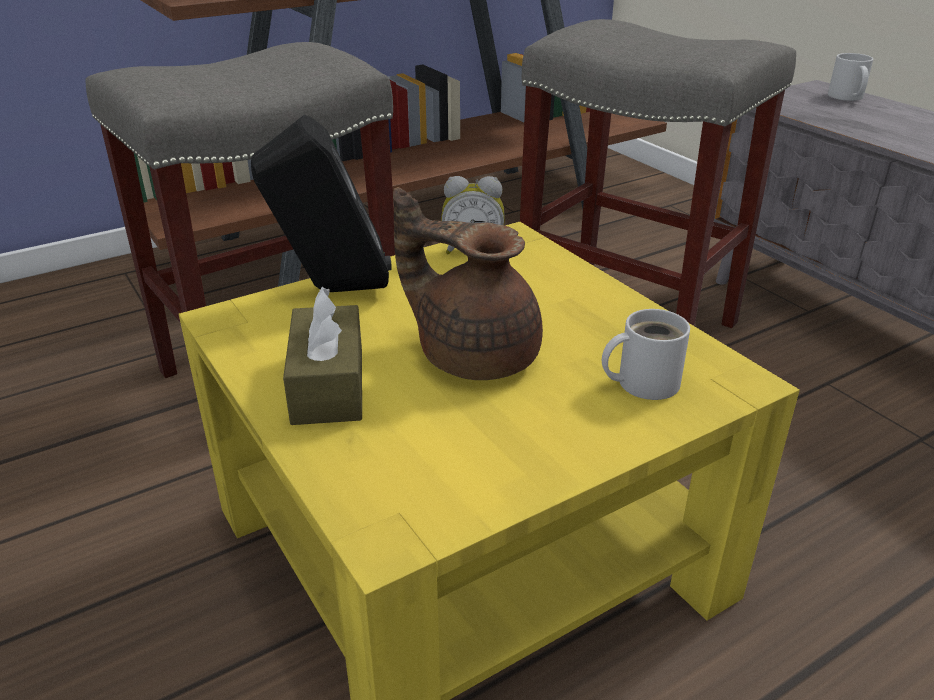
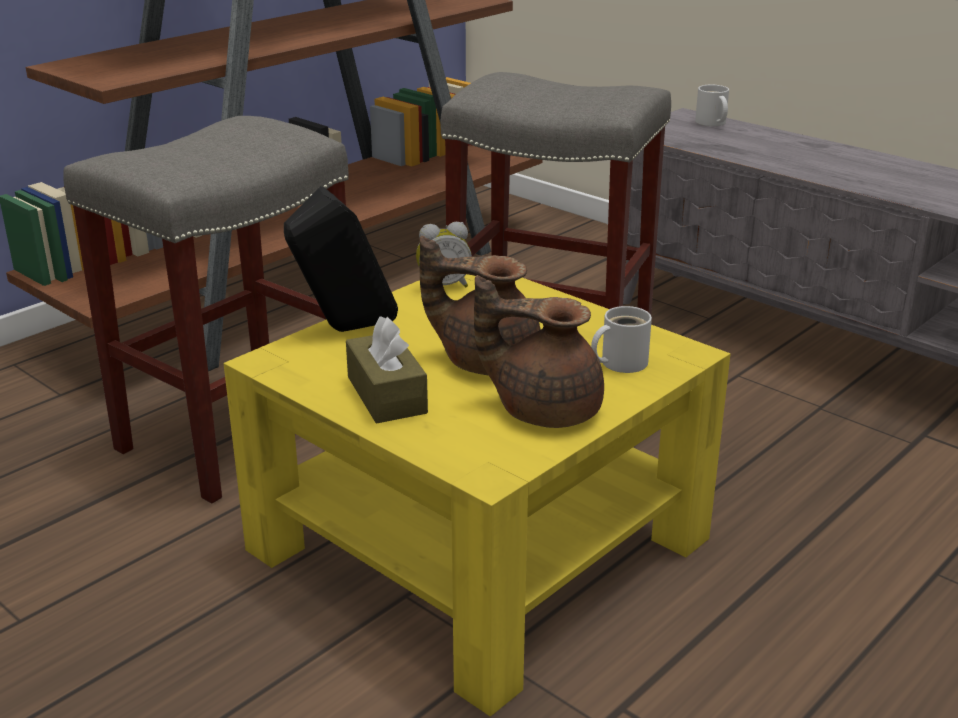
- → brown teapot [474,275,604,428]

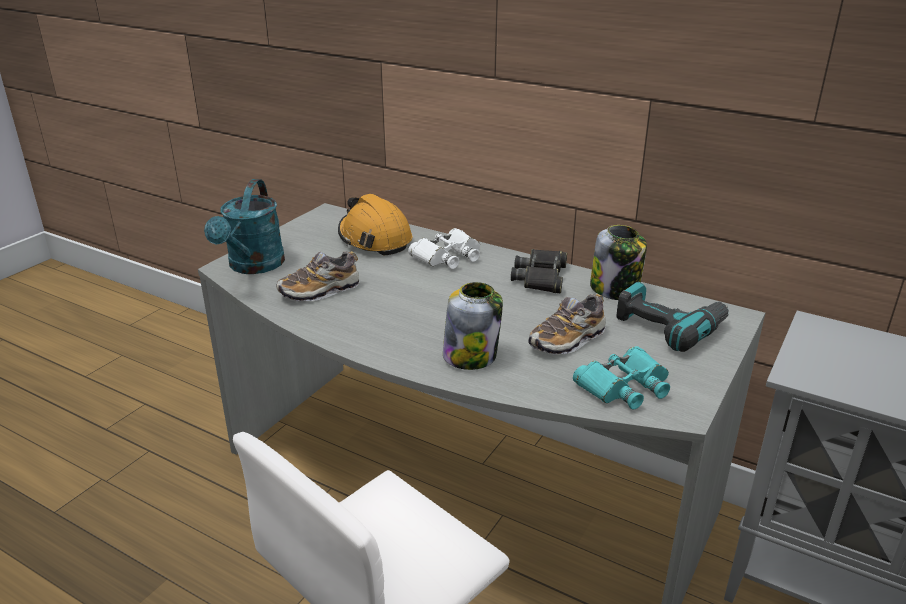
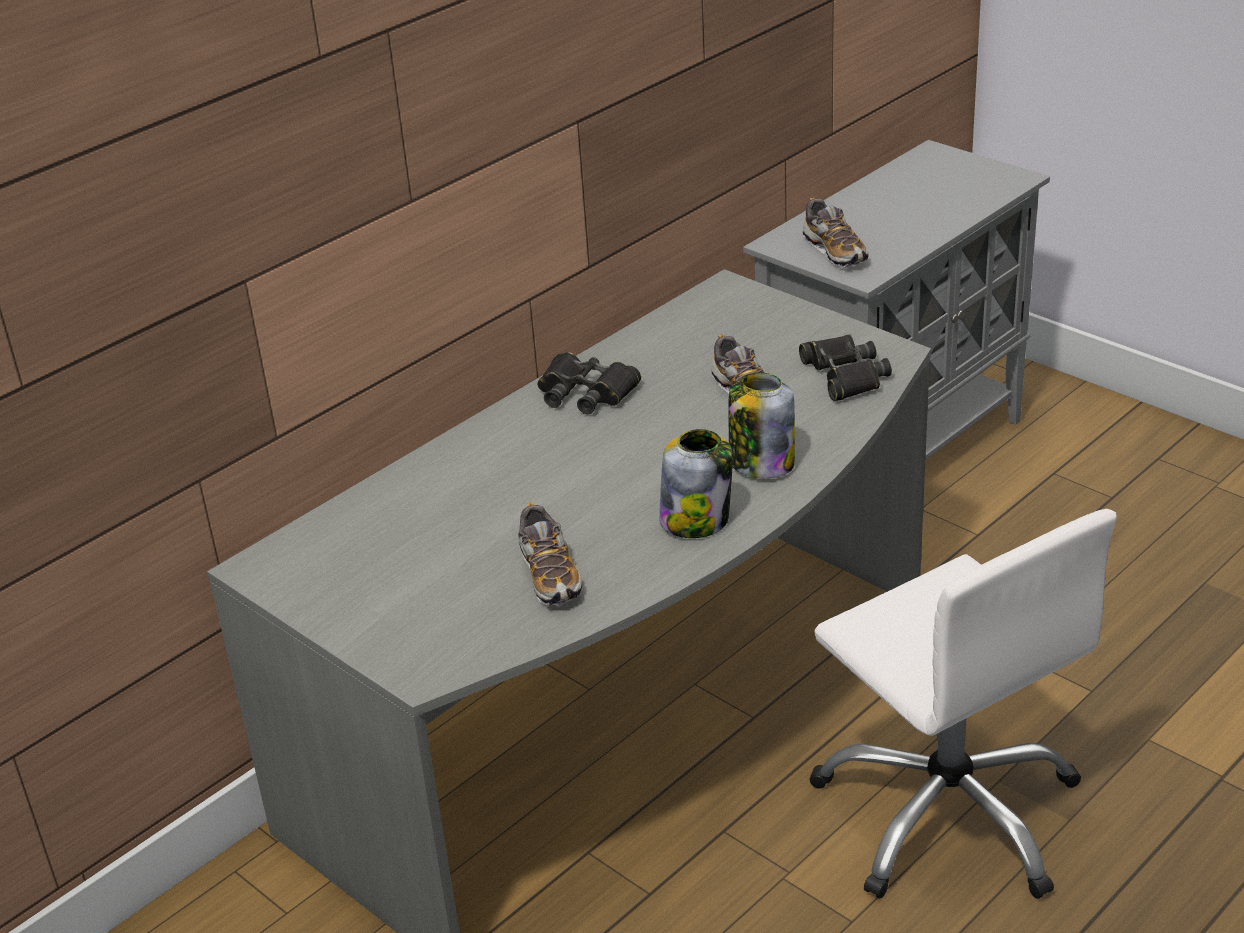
jar [590,225,647,300] → jar [659,429,733,538], shifted
turquoise binoculars [573,346,670,410] → black binoculars [799,334,892,401]
- → shoe [803,198,869,268]
turquoise watering can [204,179,285,274] → -
orange hard hat [338,194,412,256] → -
white binoculars [408,228,480,269] → -
power drill [617,282,729,352] → -

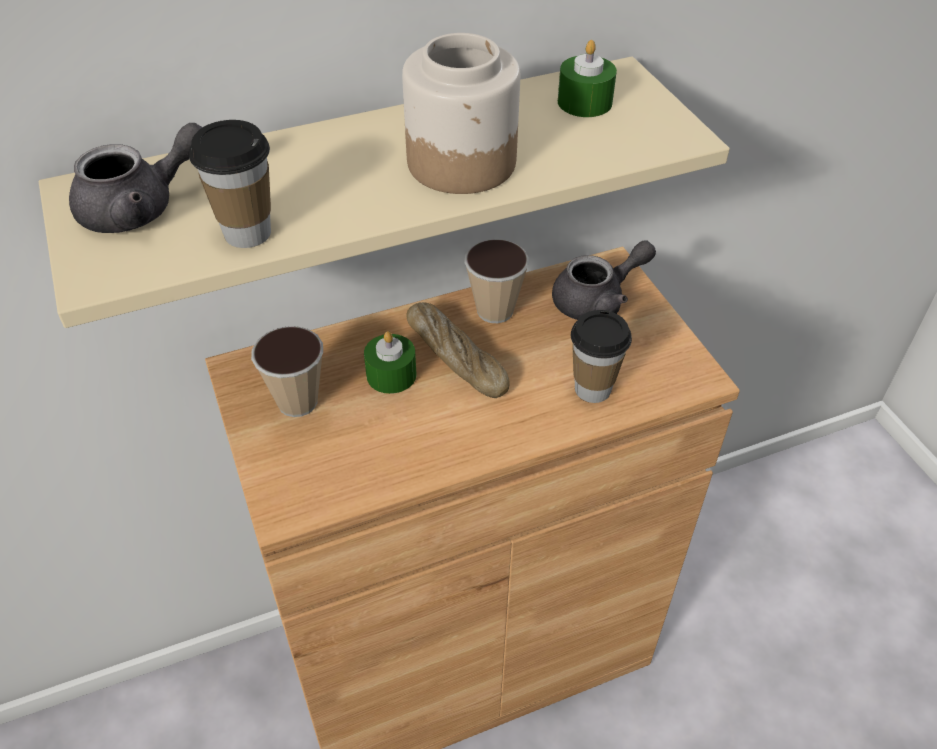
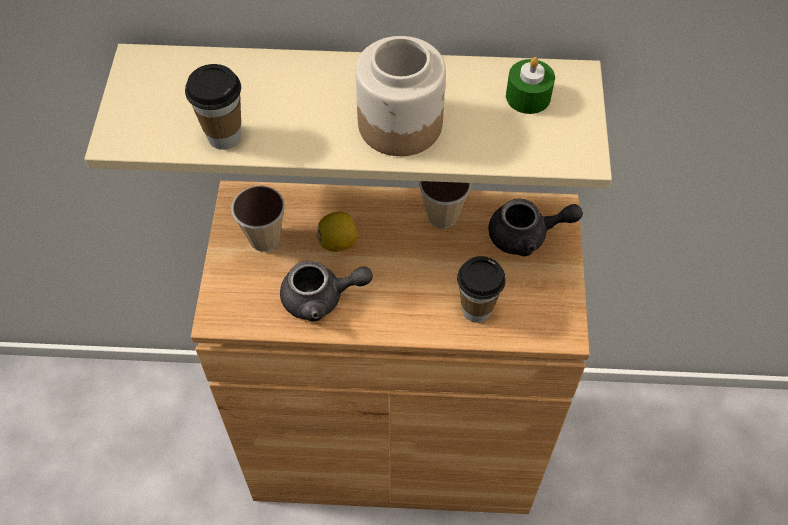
grey teapot [69,123,202,233] → grey teapot [280,261,373,322], shifted
green candle [364,331,416,394] → lemon [317,211,357,252]
bread [406,302,510,398] → -

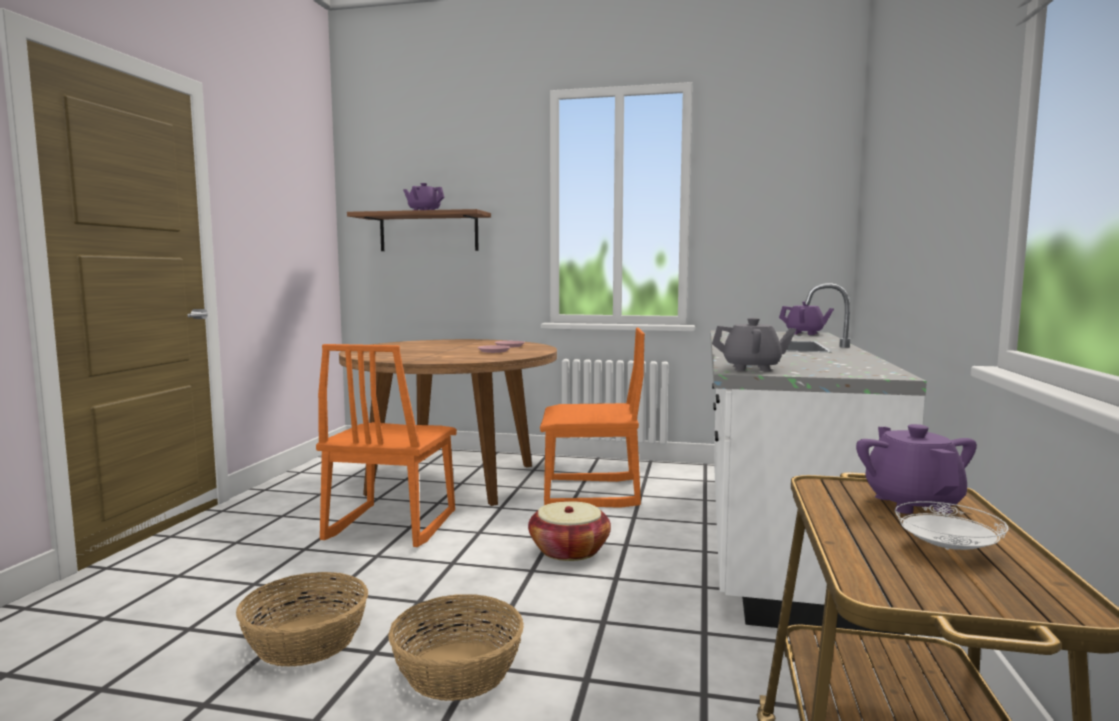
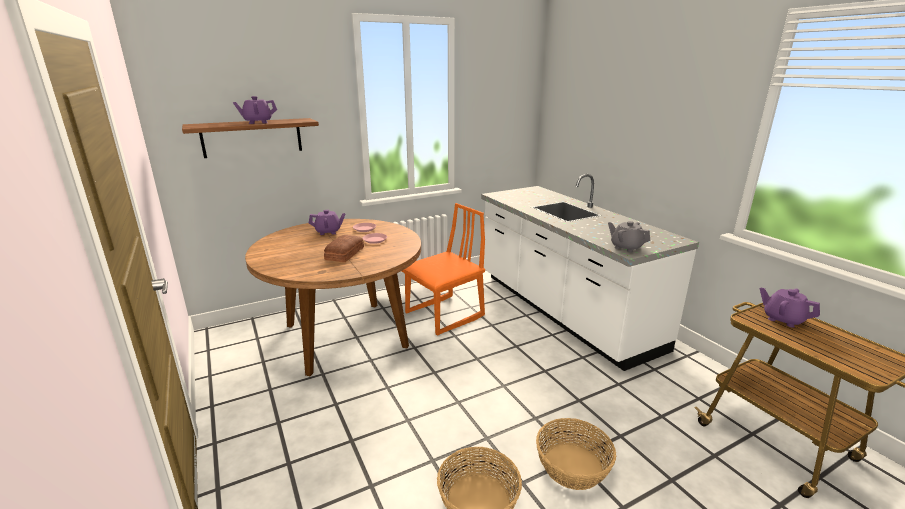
purple teapot [779,301,834,335] → purple teapot [309,210,346,235], shifted
- → bread [324,235,364,262]
grey teapot [712,318,796,371] → grey teapot [608,221,650,252], 105 degrees counterclockwise
orange chair [316,344,457,547] → -
basket [528,501,611,561] → -
white plate [895,501,1009,550] → -

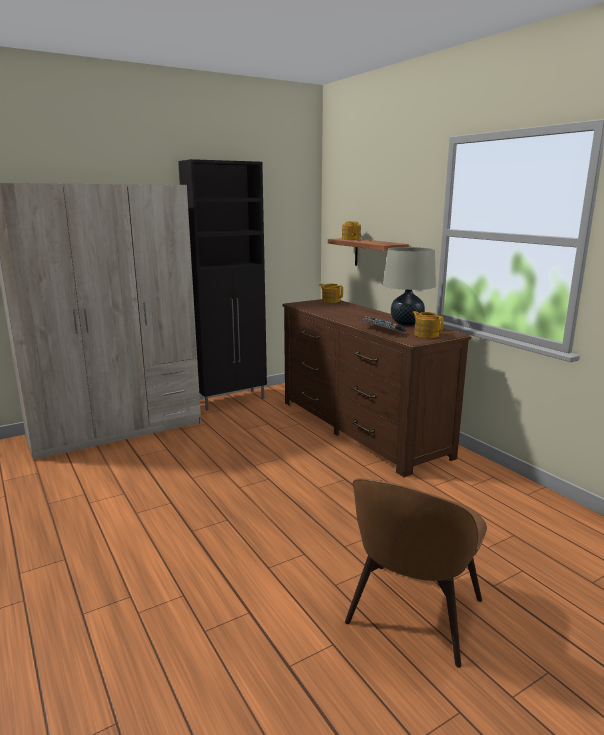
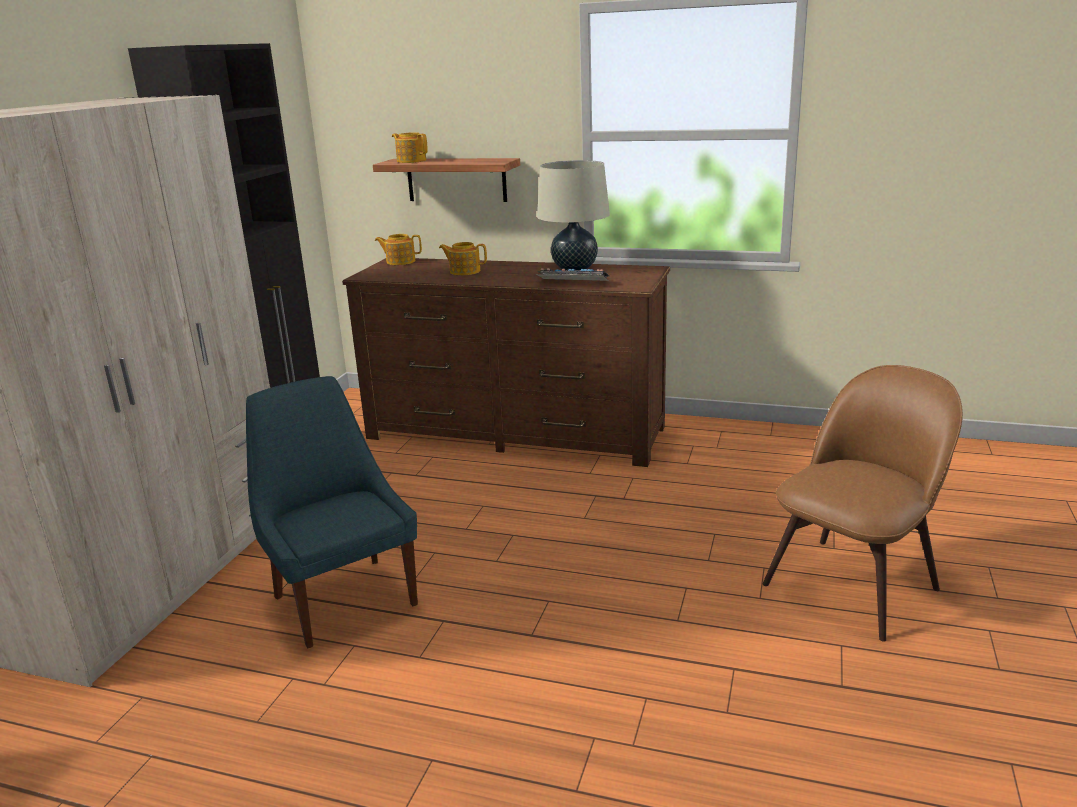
- → blue chair [246,376,418,649]
teapot [412,311,444,338] → teapot [439,242,487,275], shifted
brown chair [345,478,487,668] → brown chair [762,365,963,642], 120 degrees counterclockwise

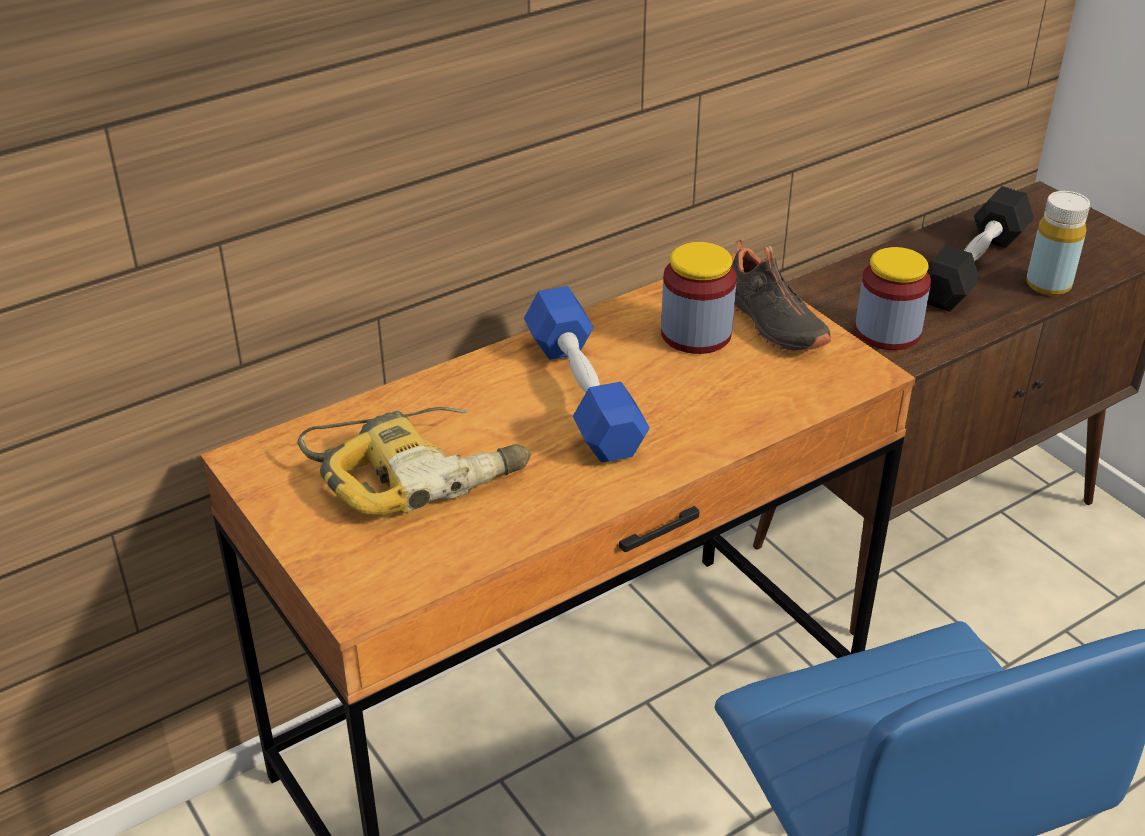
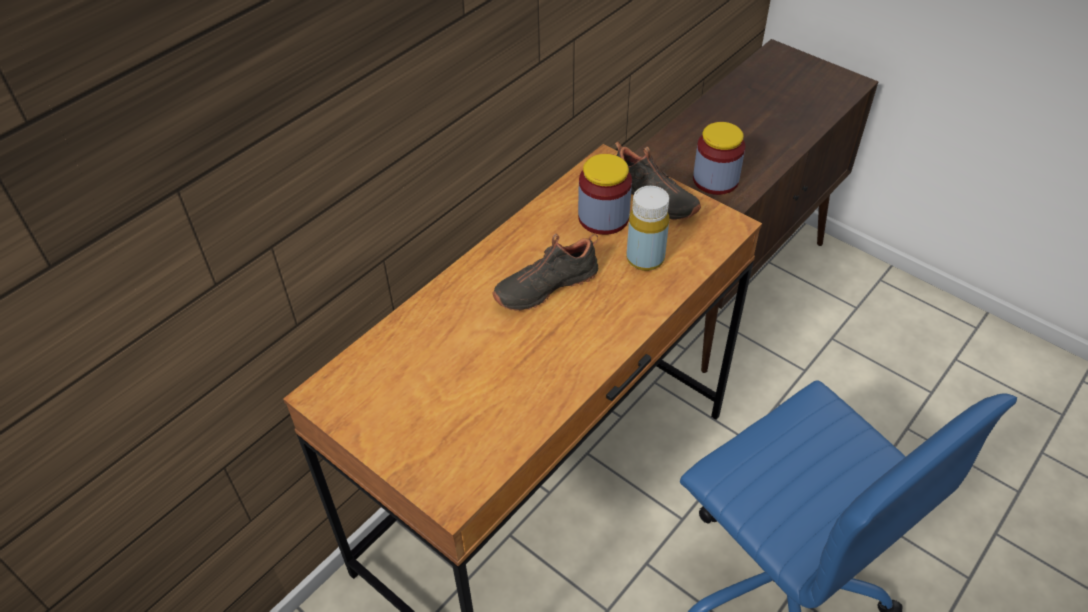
blue dumbbell [524,286,650,463] → black shoe [492,233,598,311]
yellow bottle [1026,191,1090,296] → yellow bottle [627,186,669,271], shifted
power drill [297,407,531,516] → -
black dumbbell [927,186,1034,312] → -

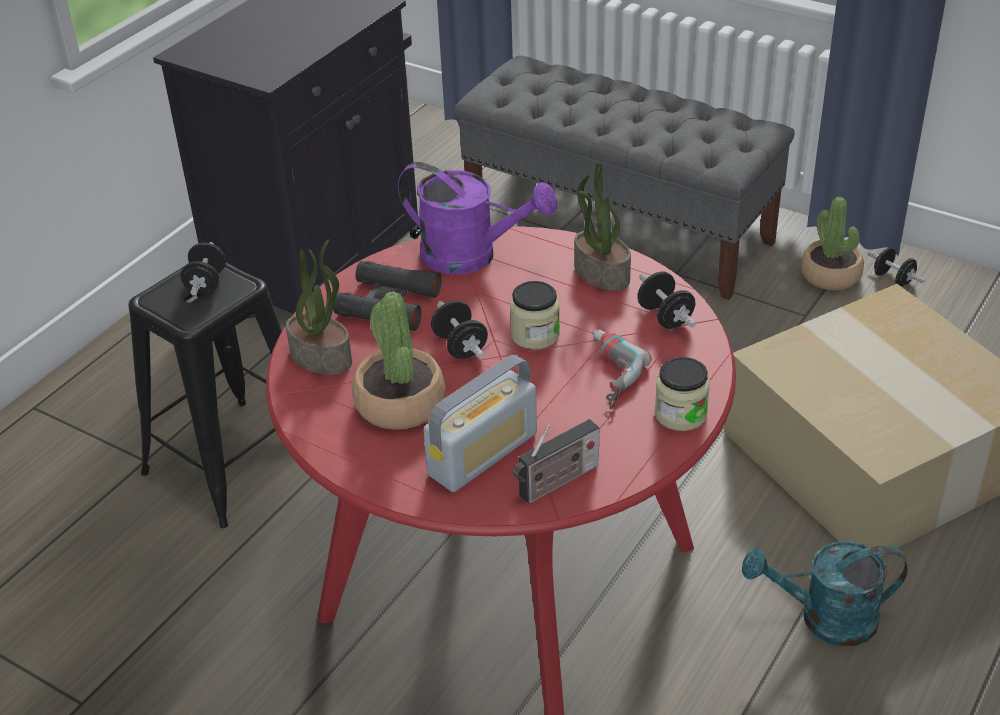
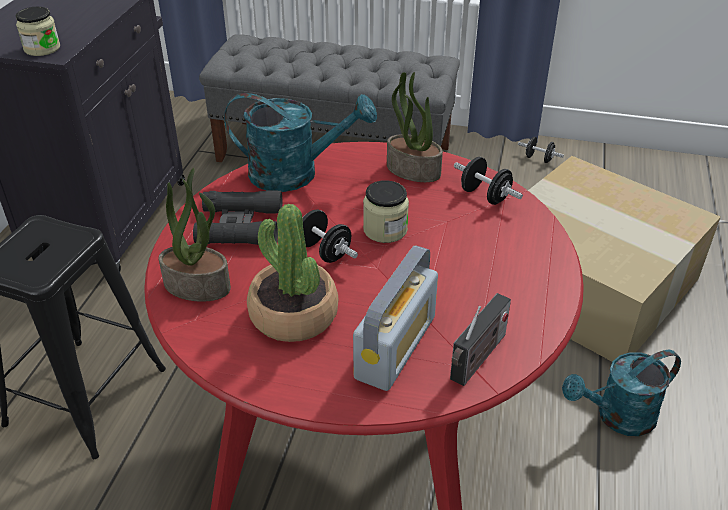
jar [655,357,710,431] → jar [16,7,60,56], shifted
purple watering can [398,162,557,274] → turquoise watering can [224,93,377,192]
black dumbbell [180,242,226,296] → -
power drill [592,329,651,409] → -
potted plant [801,197,864,290] → -

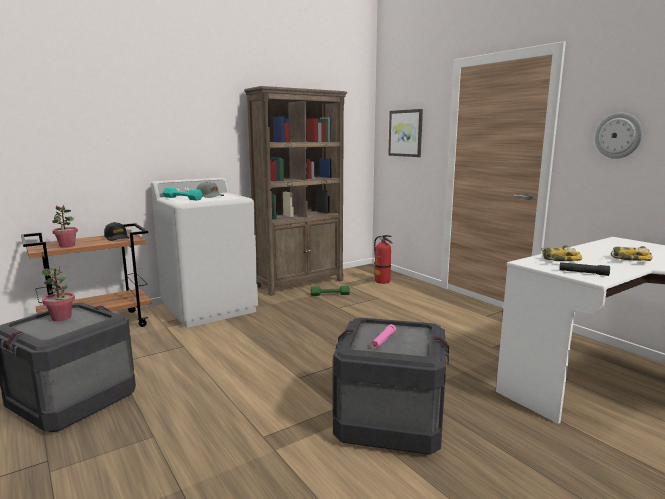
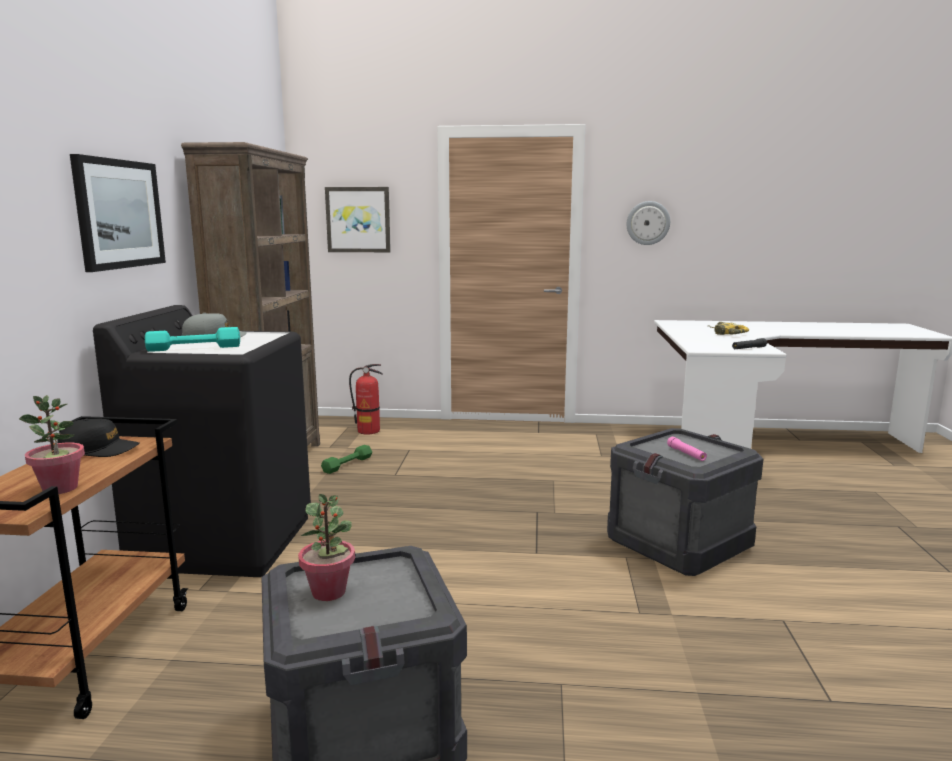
- → picture [70,154,166,272]
white washing machine [151,178,258,328] → black washing machine [93,305,311,577]
power drill [541,245,582,261] → -

